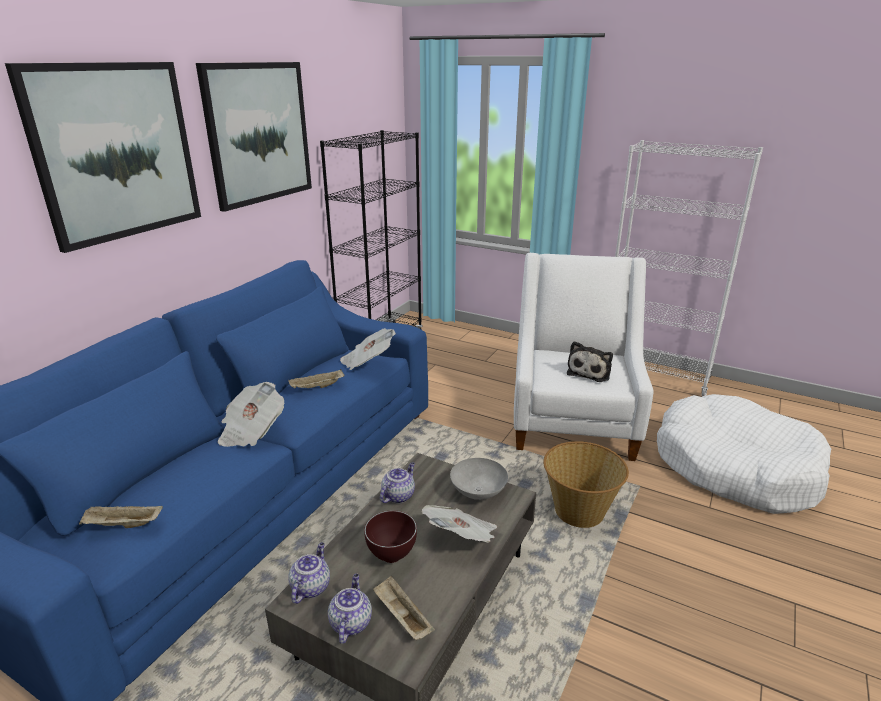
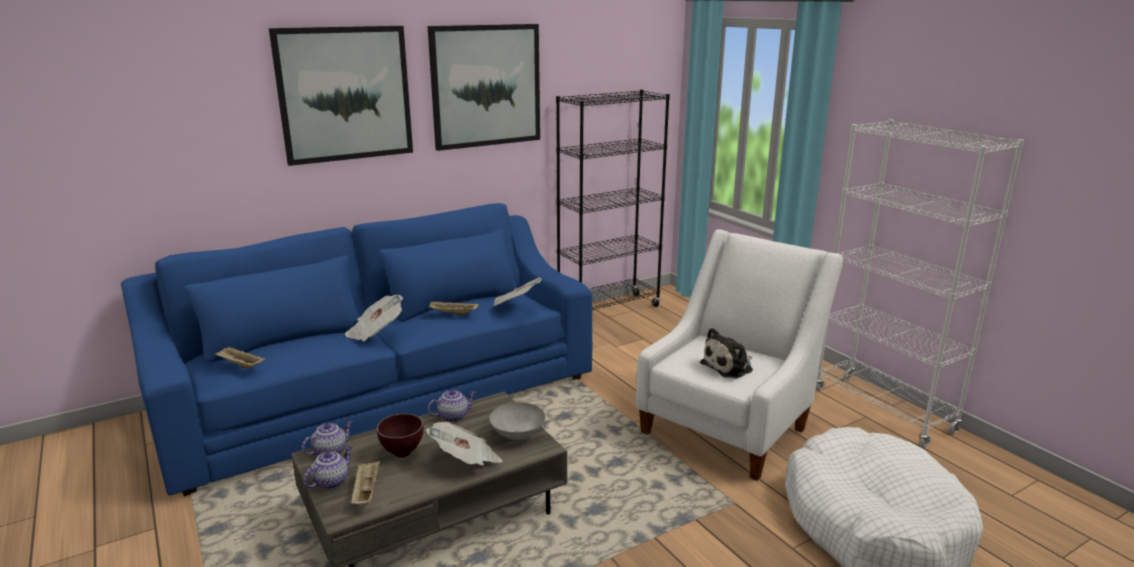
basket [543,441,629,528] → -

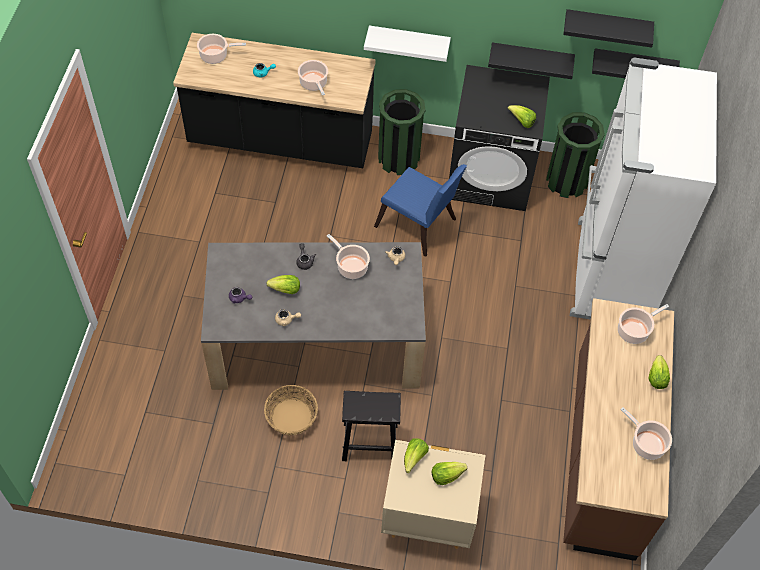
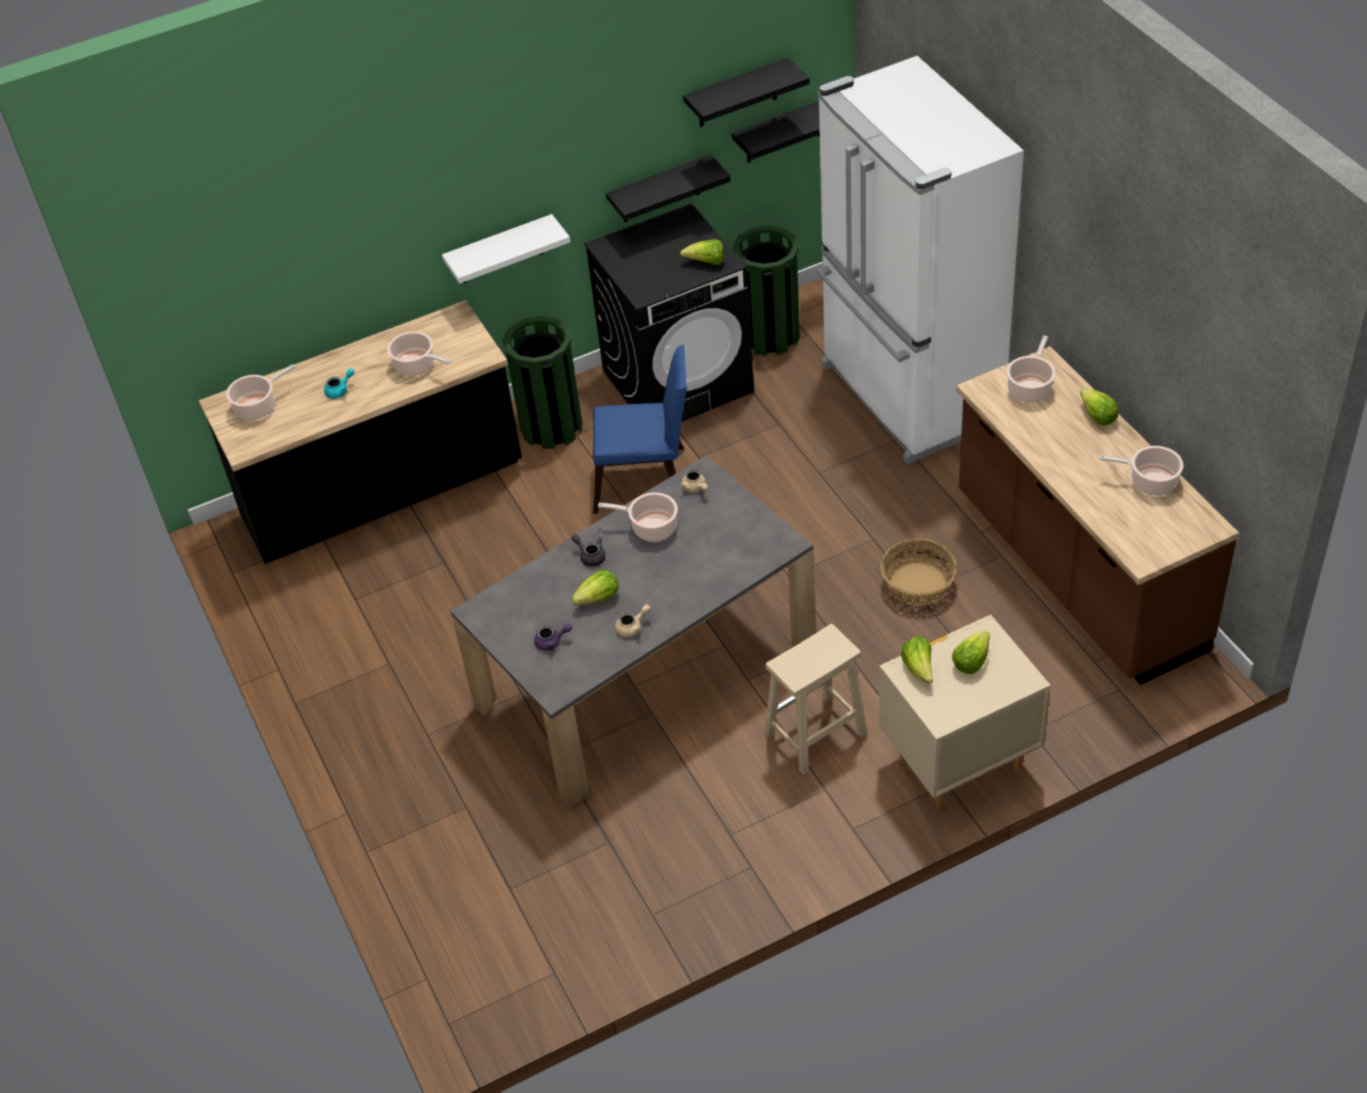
black stool [342,391,401,461] → beige stool [764,624,868,775]
basket [264,385,318,435] → basket [881,539,957,605], shifted

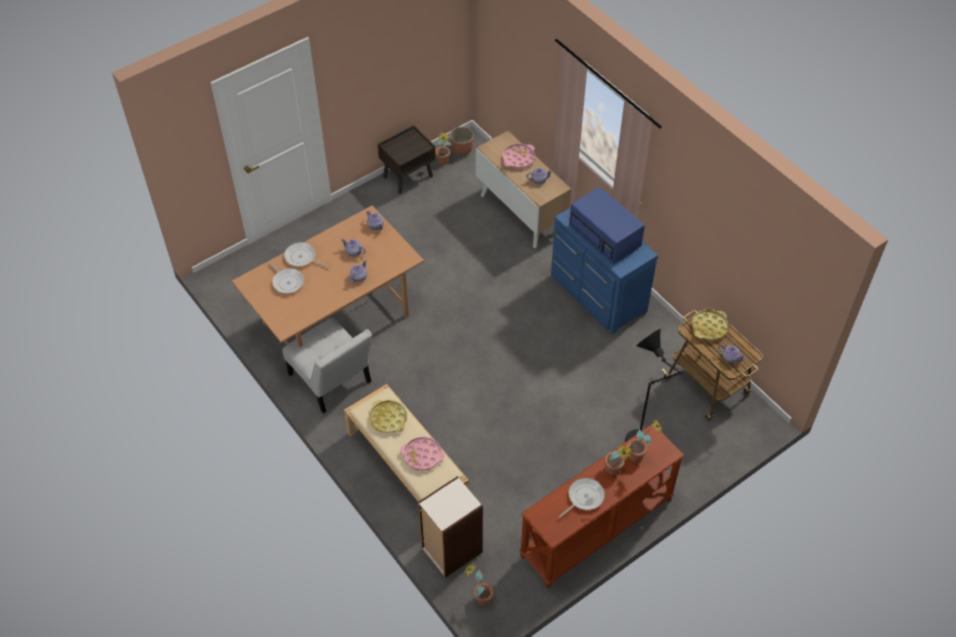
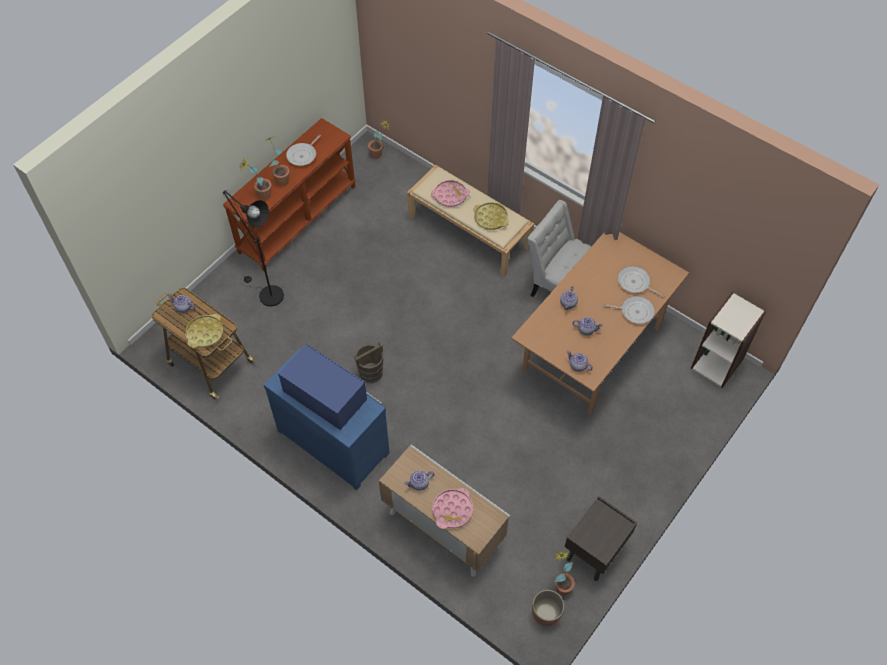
- → brown bucket [354,342,383,383]
bookcase [418,476,483,578] → bookcase [691,292,766,388], shifted

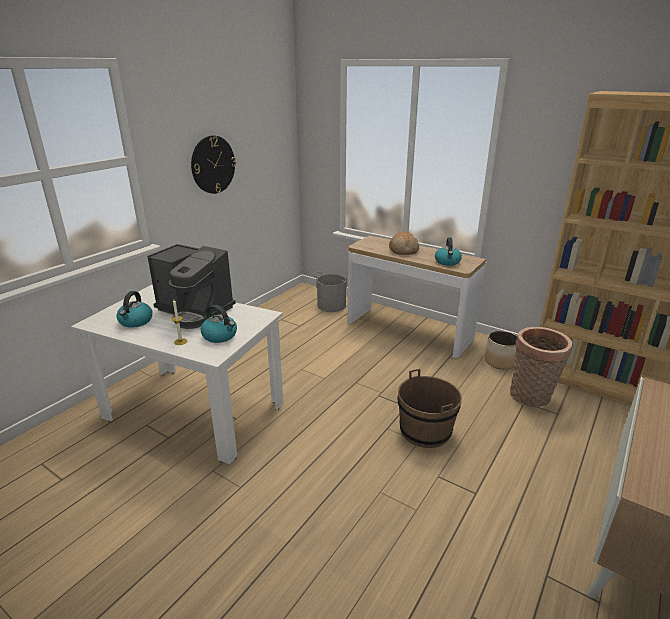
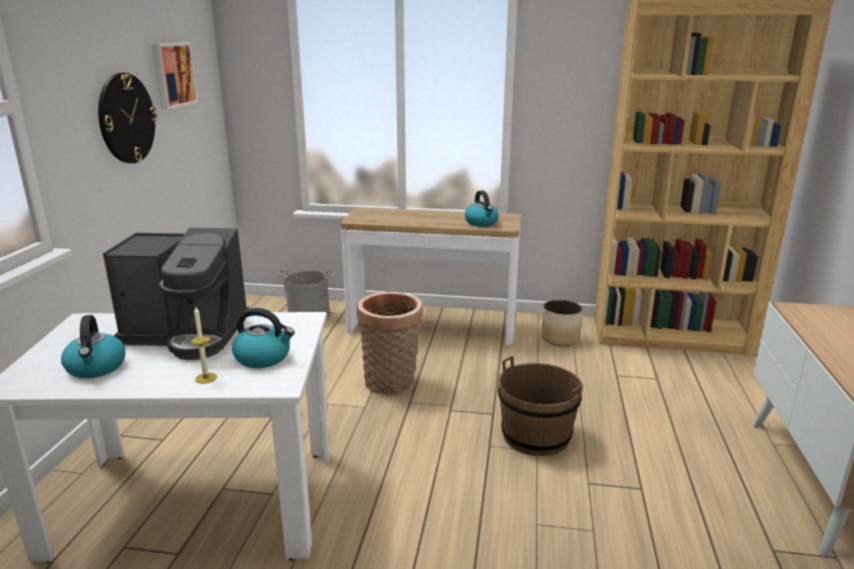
- → picture [152,42,198,109]
basket [510,327,573,407] → basket [357,292,423,395], shifted
bread [389,232,419,255] → -

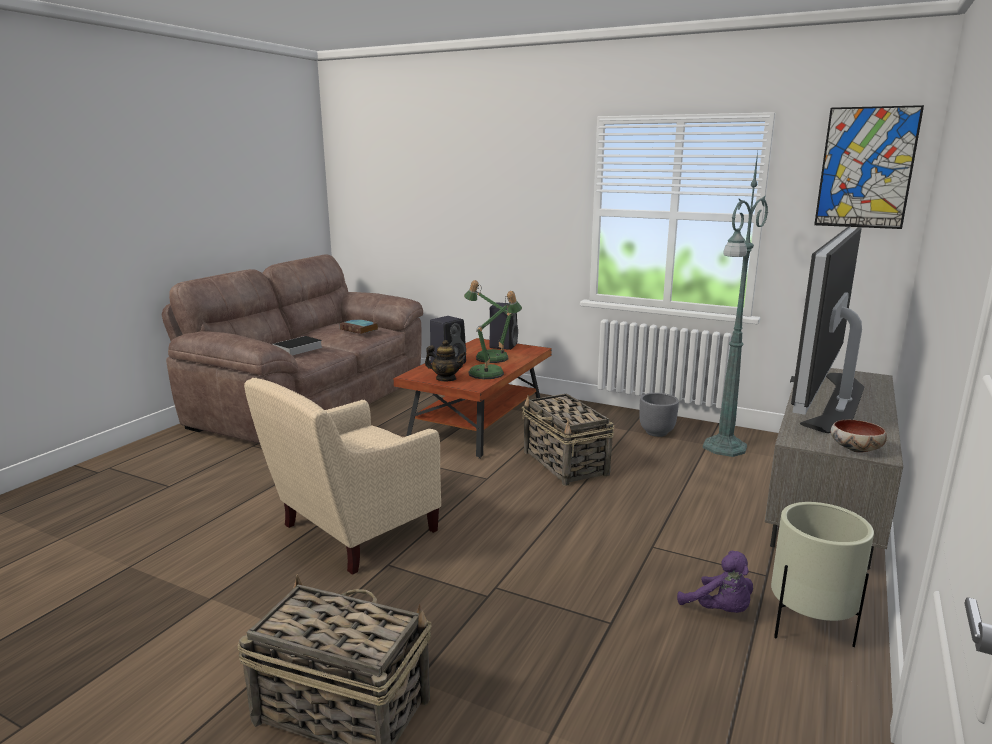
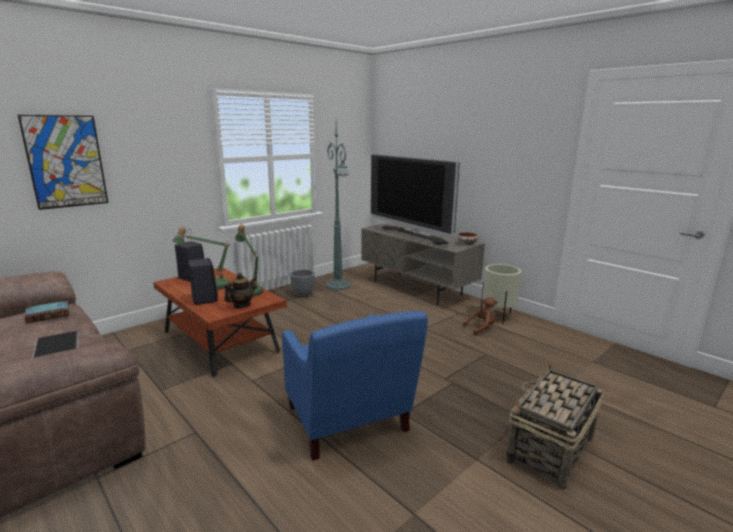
picture [814,105,924,229] → picture [18,115,108,210], shifted
beige armchair [244,378,441,575] → blue armchair [282,311,428,461]
purple plush toy [677,551,753,613] → brown plush toy [463,297,498,336]
basket [522,393,615,486] → -

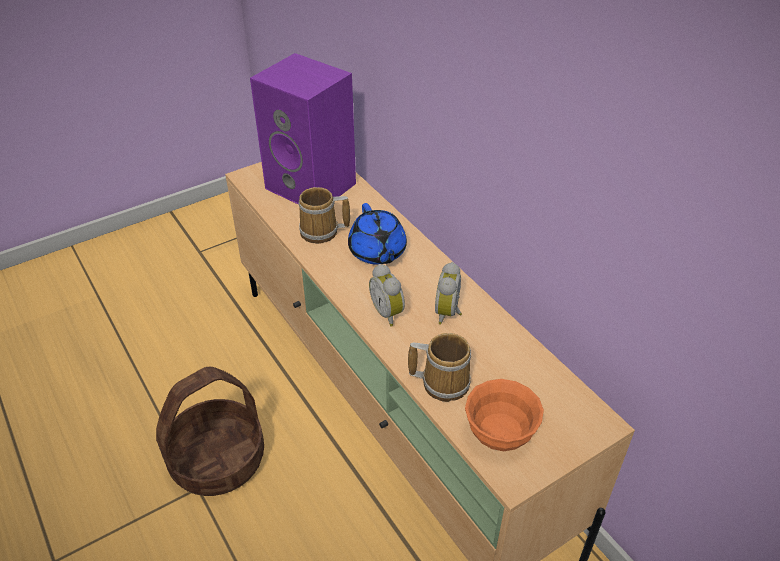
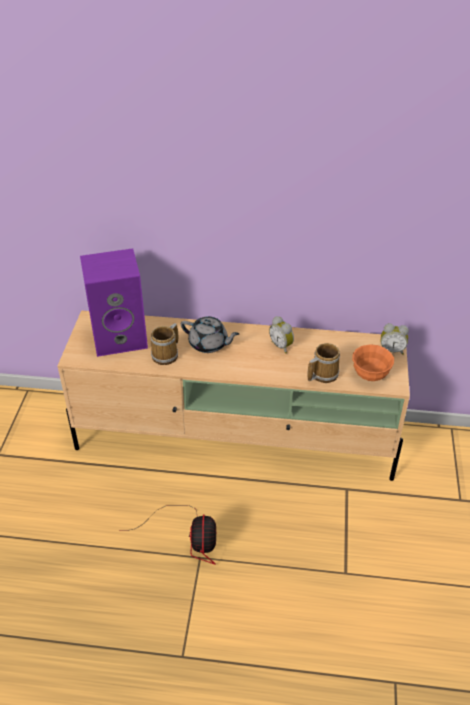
basket [156,367,264,496] → fan [119,505,216,565]
blue teapot [348,203,407,265] → grey teapot [181,316,239,353]
alarm clock [369,264,405,326] → alarm clock [381,323,409,355], shifted

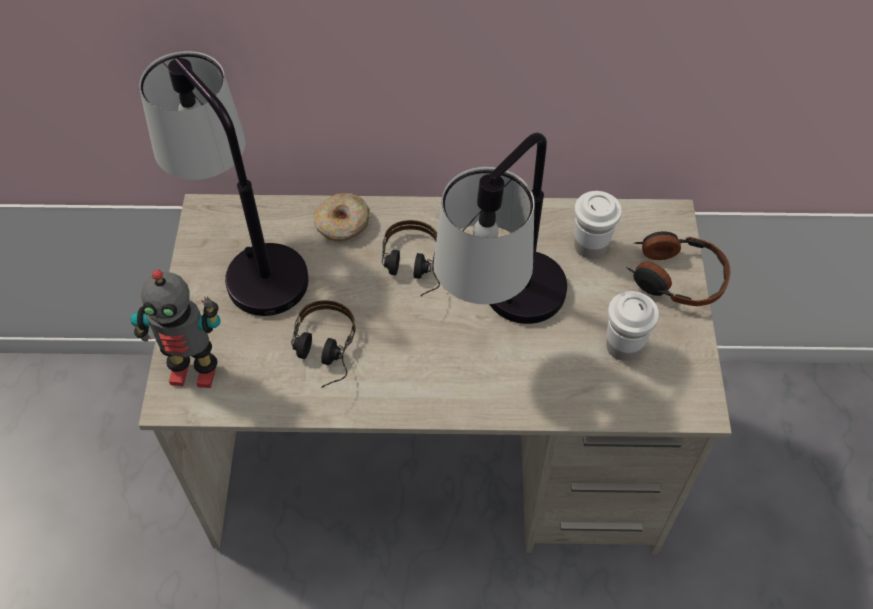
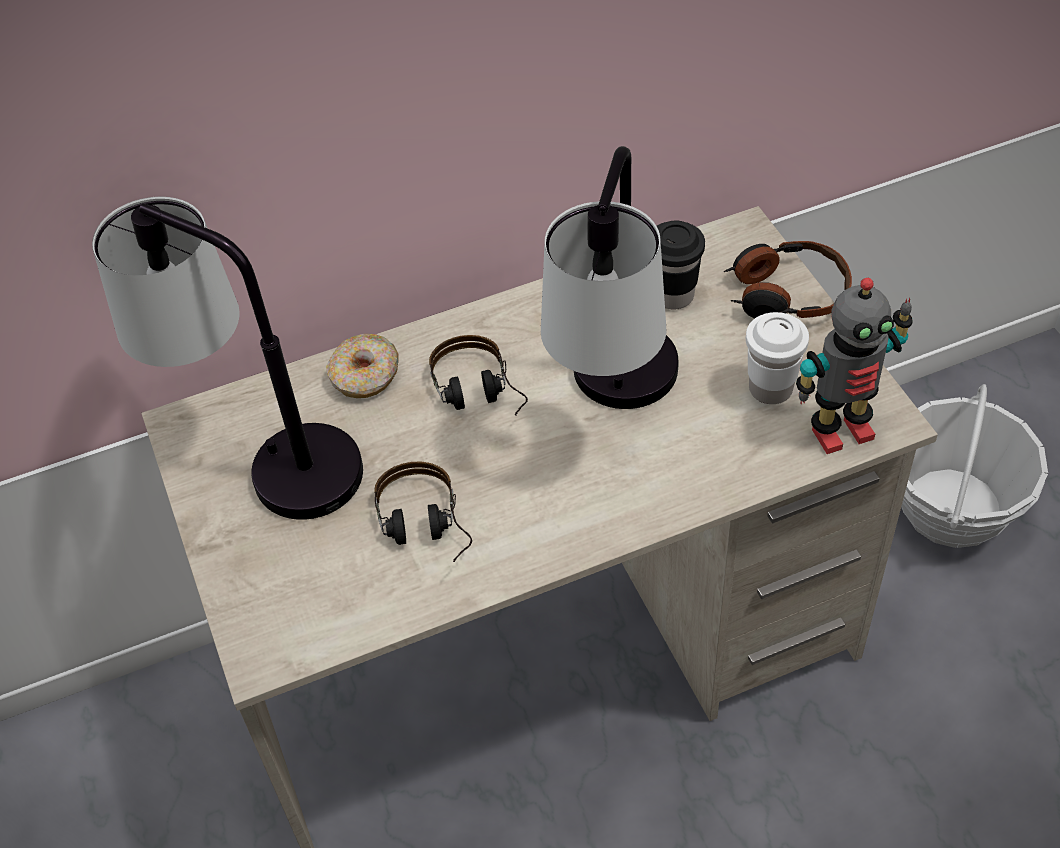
white cup [574,191,622,259] → black cup [657,221,705,309]
toy robot [131,270,221,388] → toy robot [796,278,913,454], shifted
- → basket [901,384,1048,548]

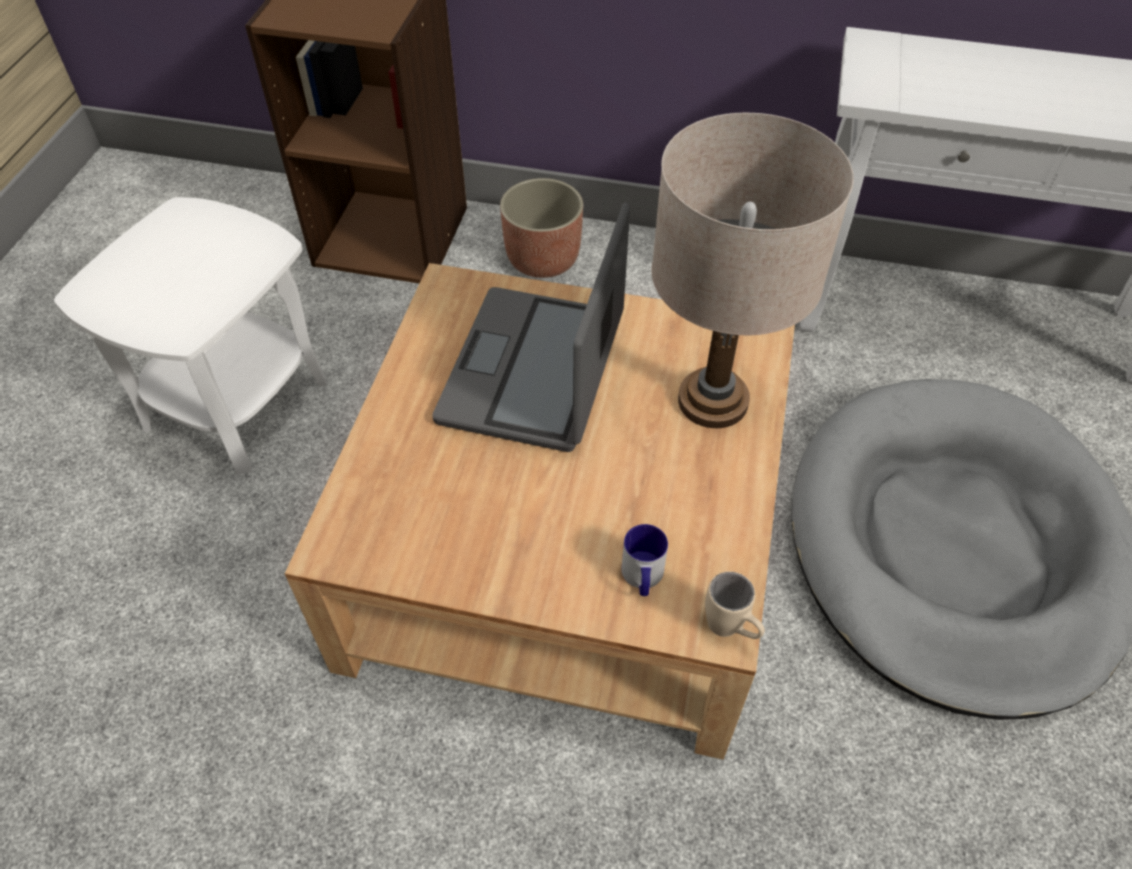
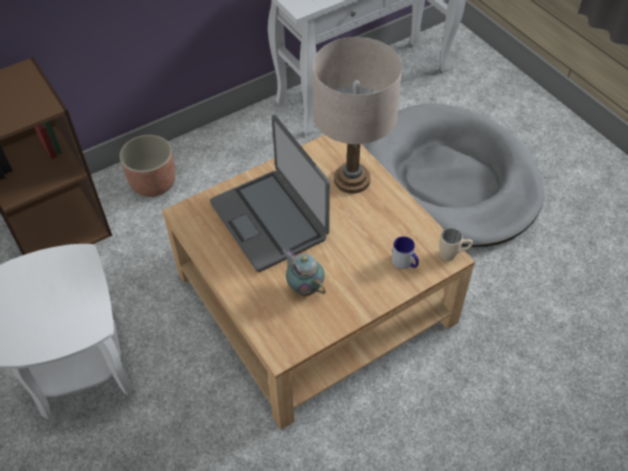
- → teapot [283,249,326,296]

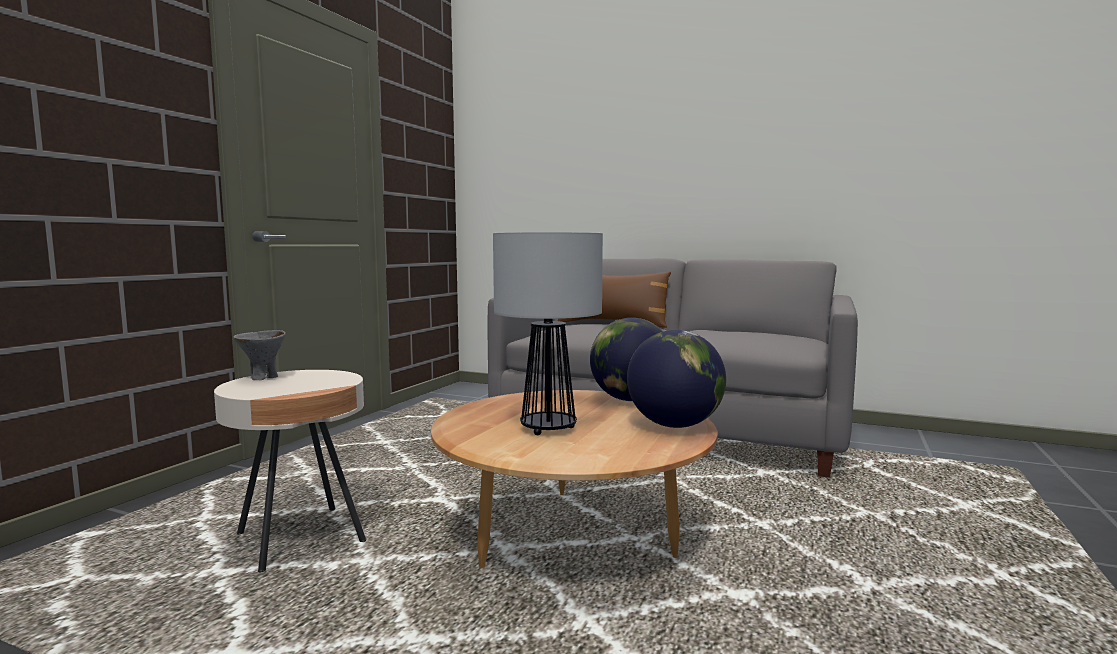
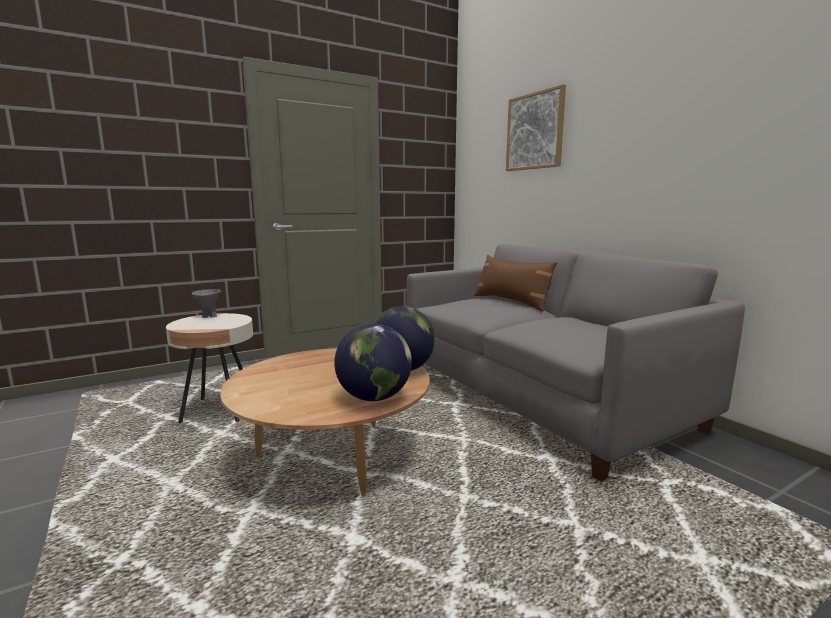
- → picture [506,85,566,171]
table lamp [493,232,603,435] → -

